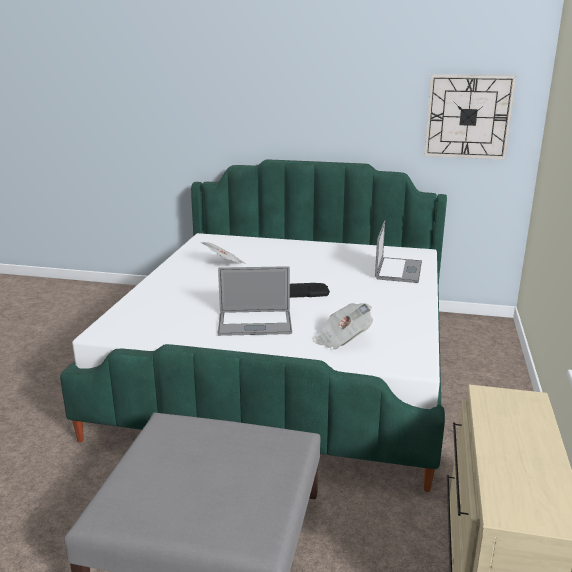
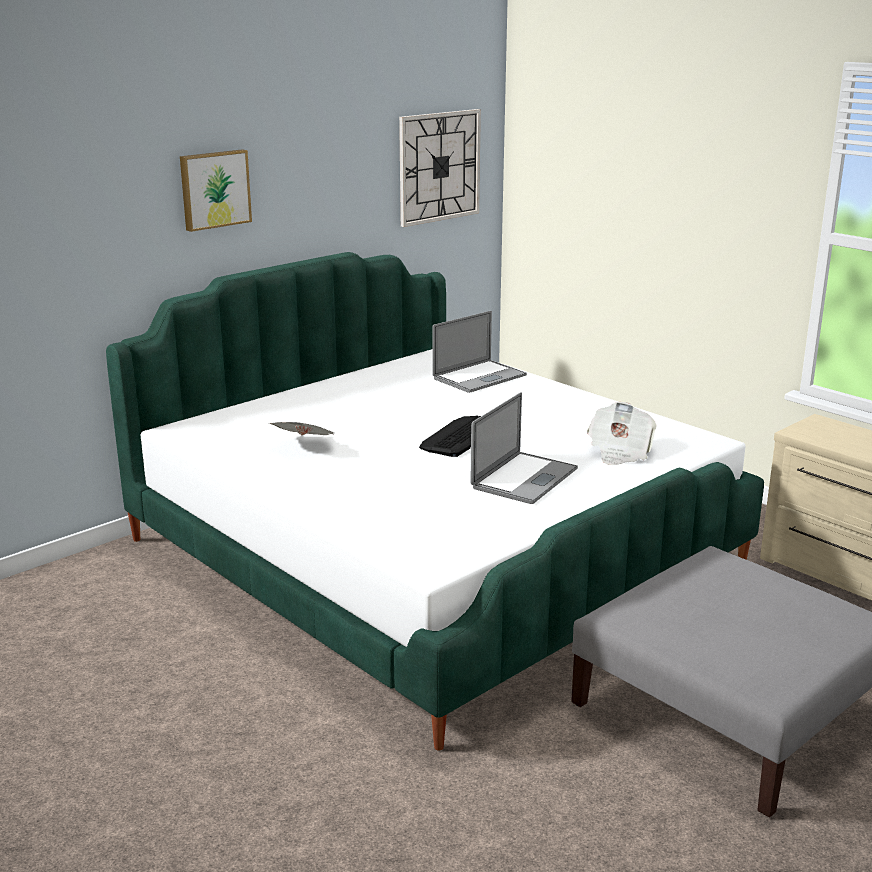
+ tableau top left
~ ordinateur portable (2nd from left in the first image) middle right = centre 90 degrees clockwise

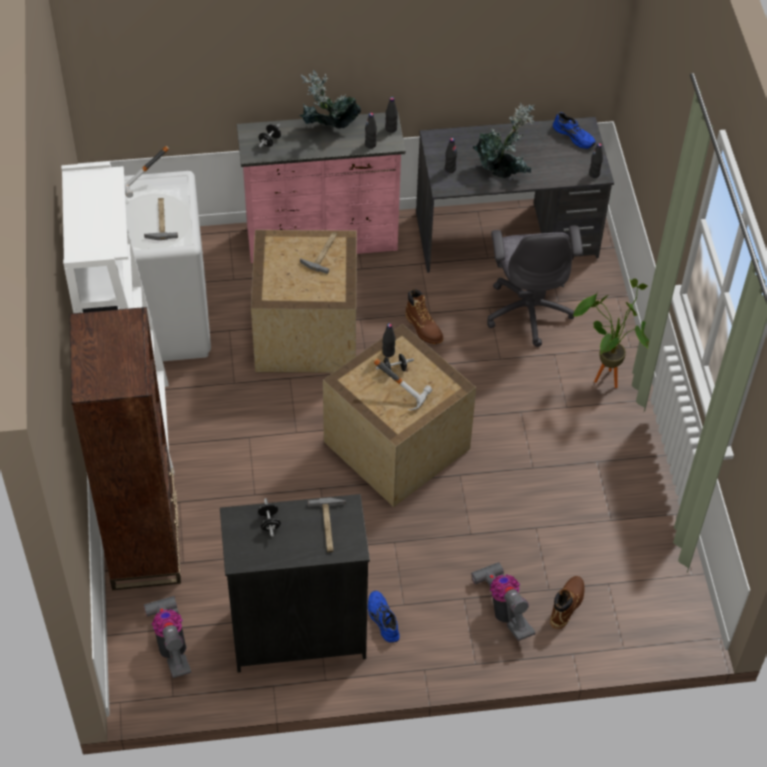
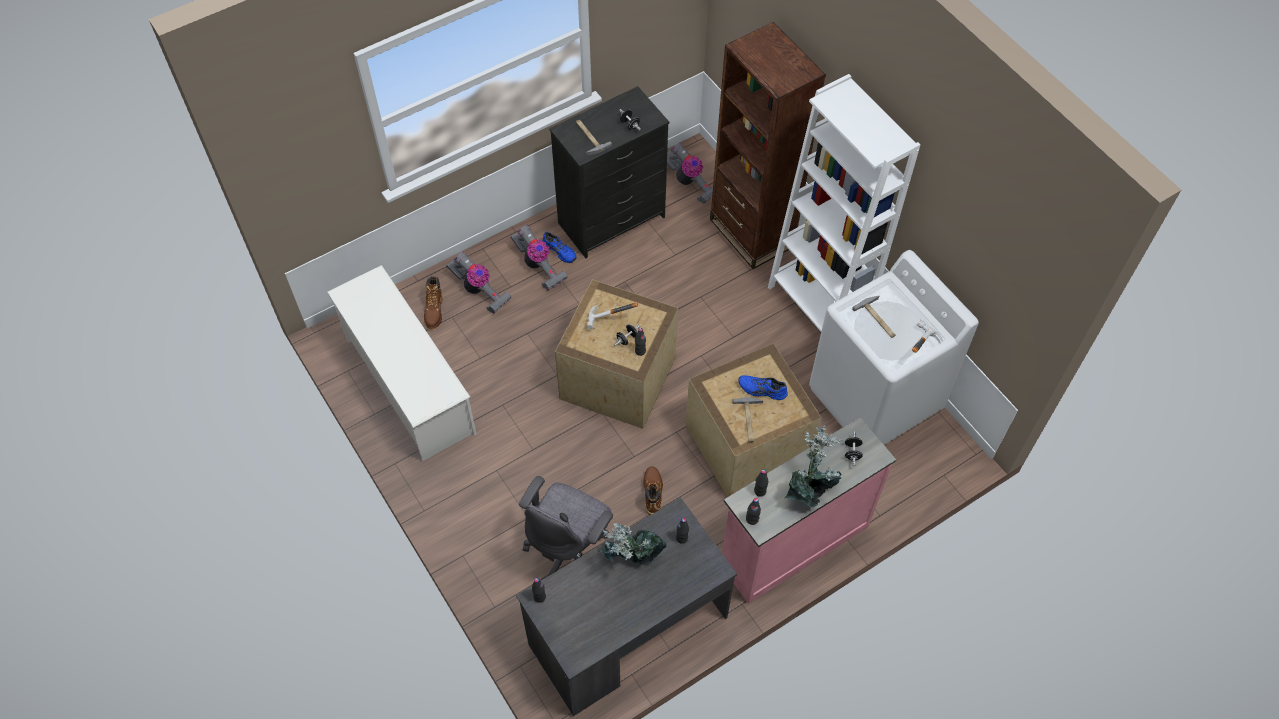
+ étagère à chaussures (blanc) middle left
+ aspirateur (2nd from left) centre
~ chaise de bureau (gris) middle right = bottom centre 120 degrees counterclockwise
~ botte (marron) (1st from left in the first image) centre = bottom centre 60 degrees clockwise
~ chaussure (bleu) (2nd from left) top right to centre
- plante en pot (3rd from left) middle right

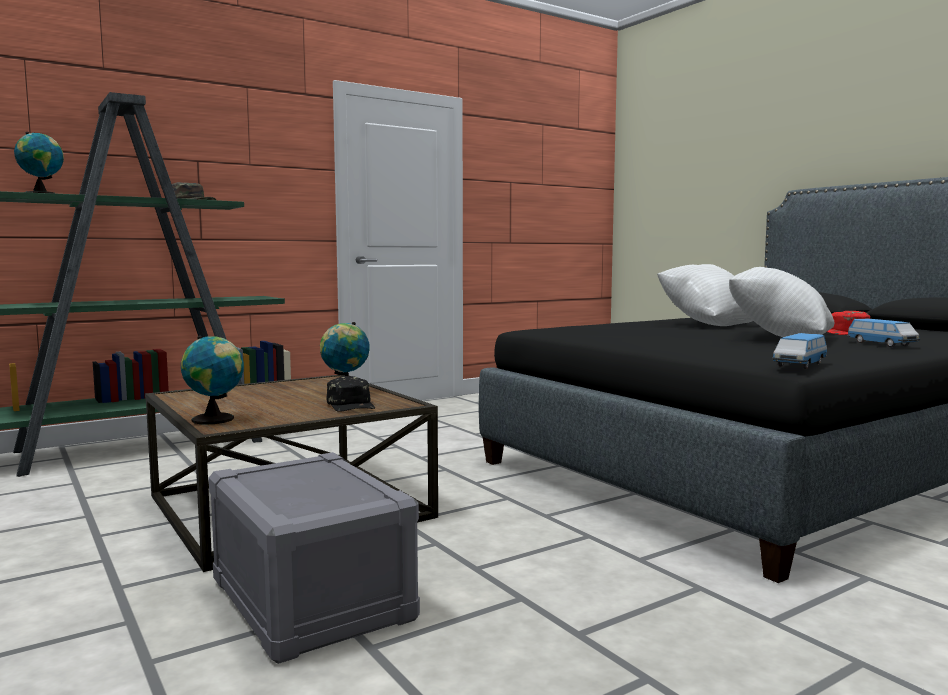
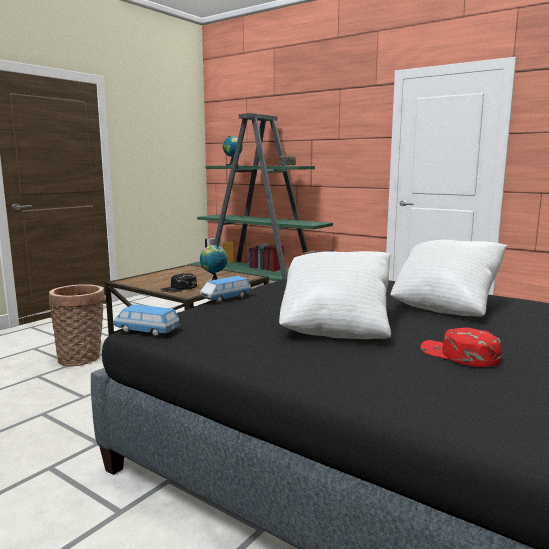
~ boîte de rangement (gris) bottom left to panier middle left
~ petite voiture (2nd from left) middle right to centre
- globe (2nd from left) middle left

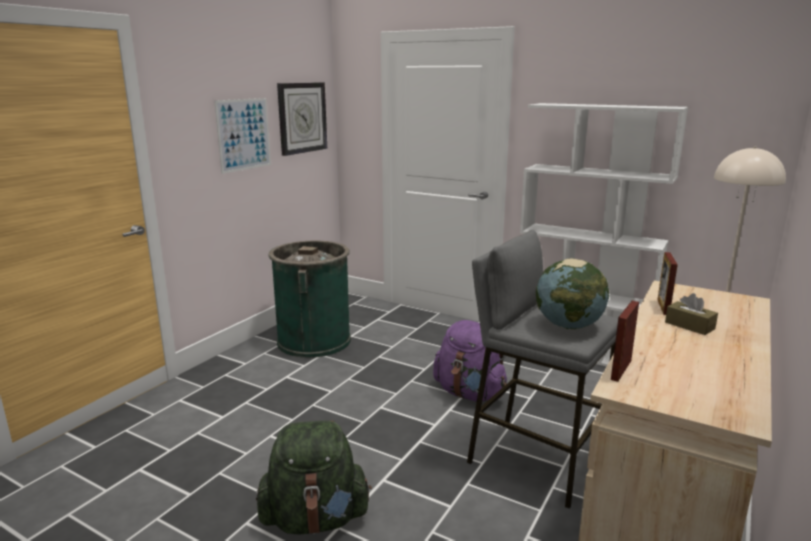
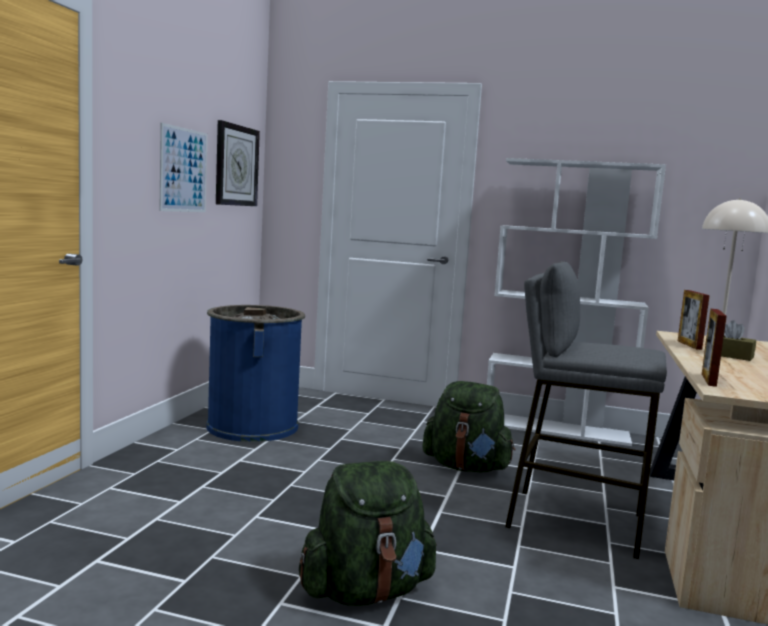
~ poubelle (vert) centre to poubelle (bleu) middle left
~ sac à dos (violet) centre to sac à dos (vert) (2nd from left) bottom centre
- globe middle right

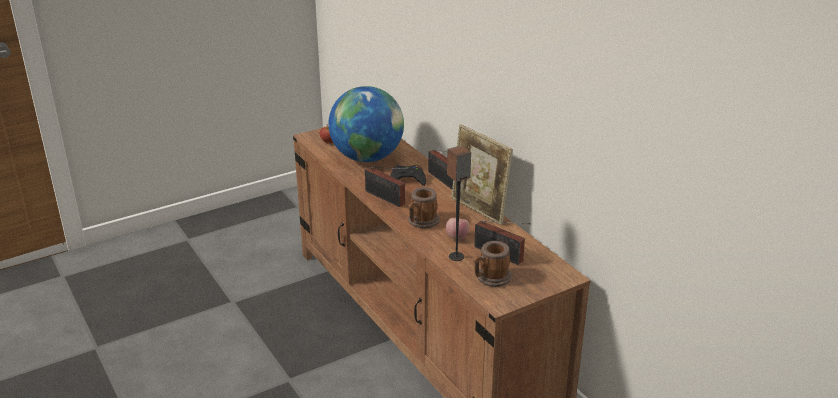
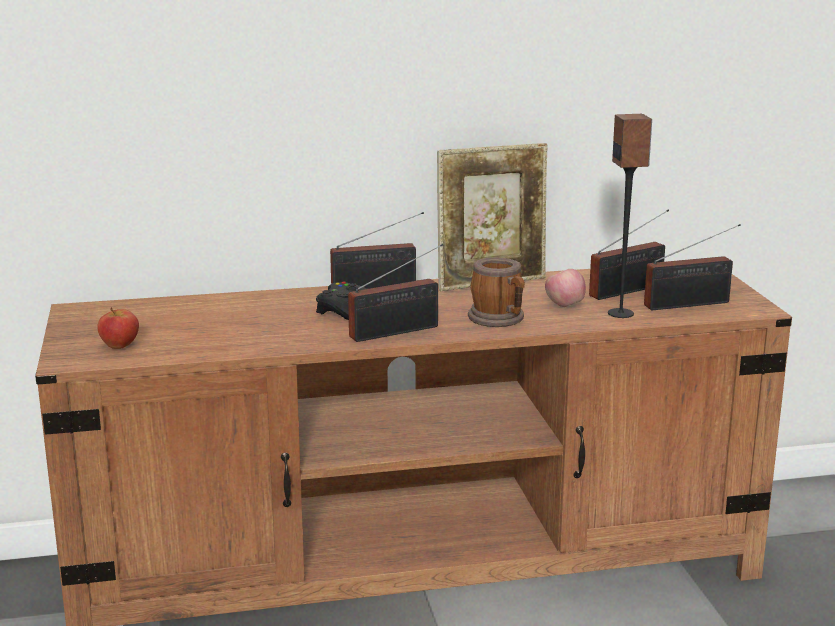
~ mug (2nd from left) centre to radio (4th from left) middle right
- globe top centre

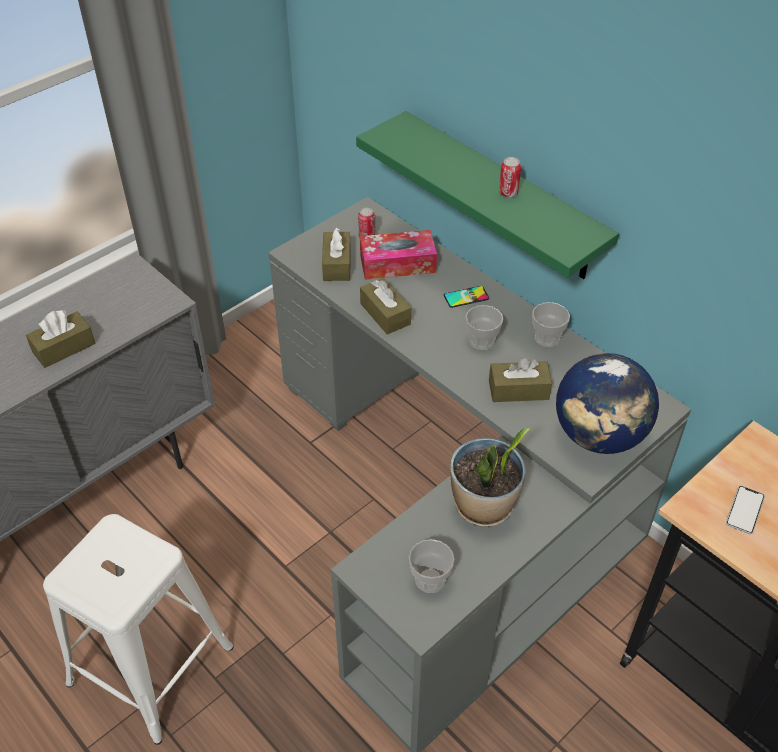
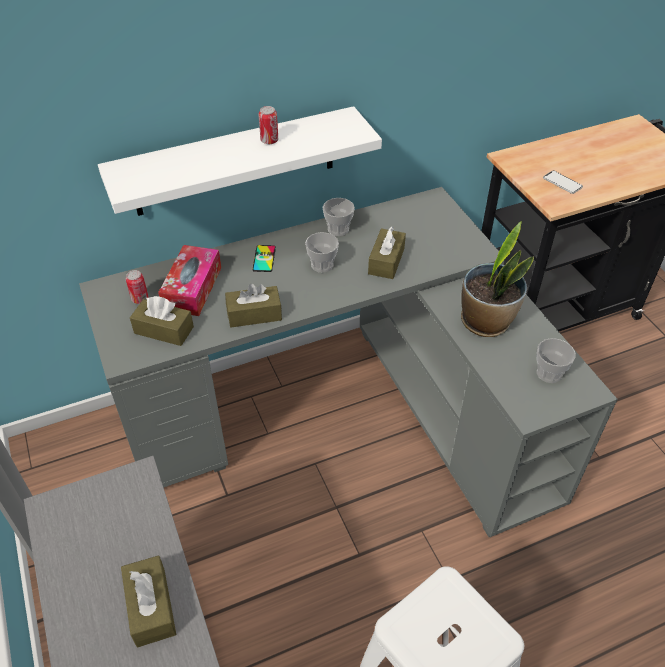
~ étagère (vert) top centre to étagère (blanc) top centre
- globe middle right

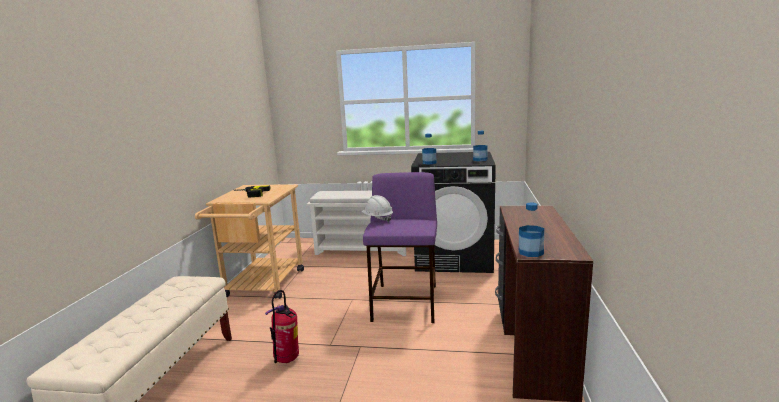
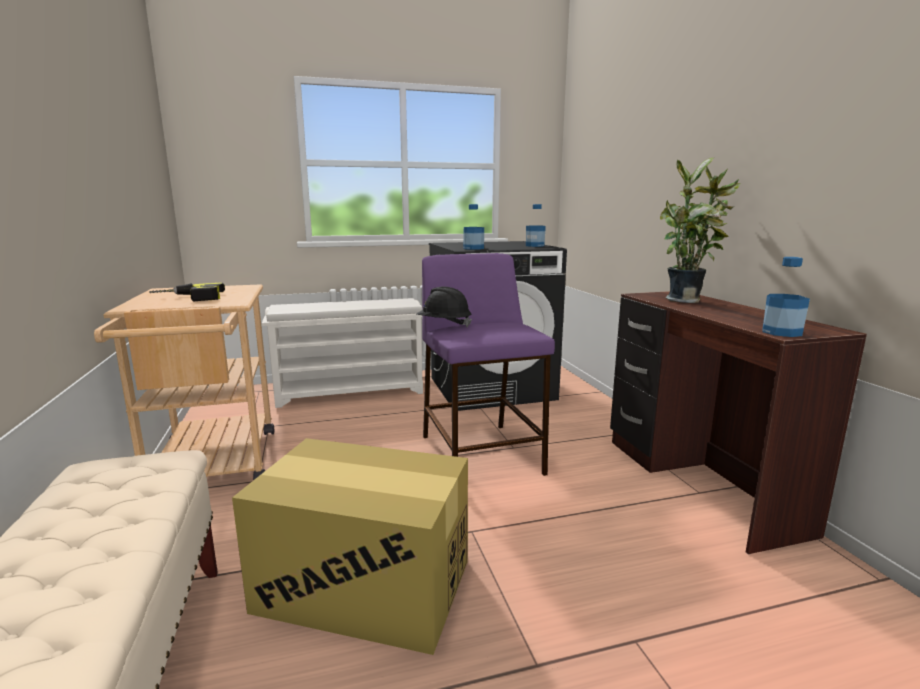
~ extincteur bottom centre to carton bottom centre
~ casque de chantier (blanc) centre to casque de chantier (noir) centre
+ plante en pot middle right

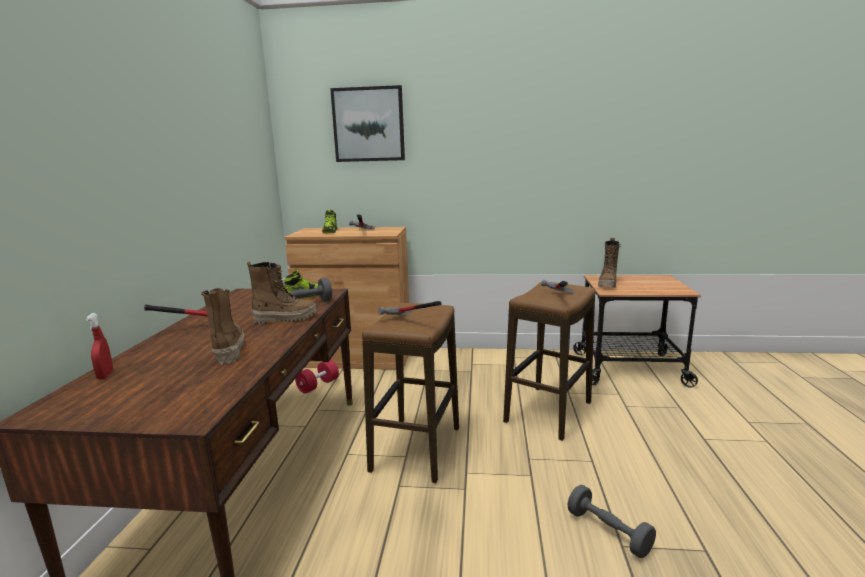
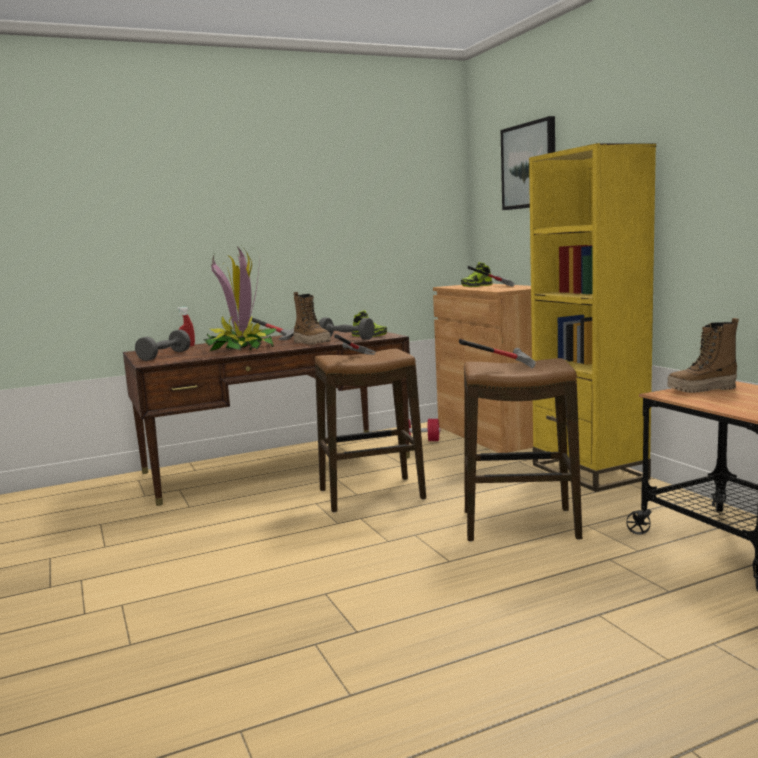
~ haltère (gris) (2nd from left in the first image) bottom right to haltère (gris) (1st from left) middle left
~ botte (1st from left) middle left to plante en pot middle left
+ bibliothèque (jaune) middle right

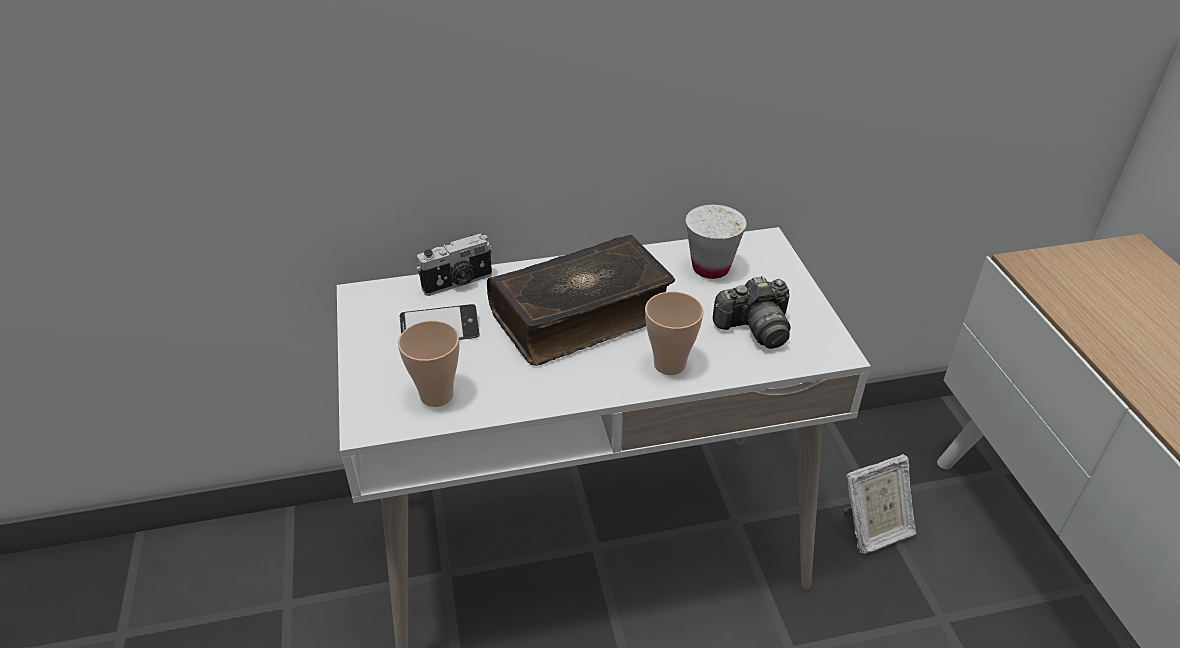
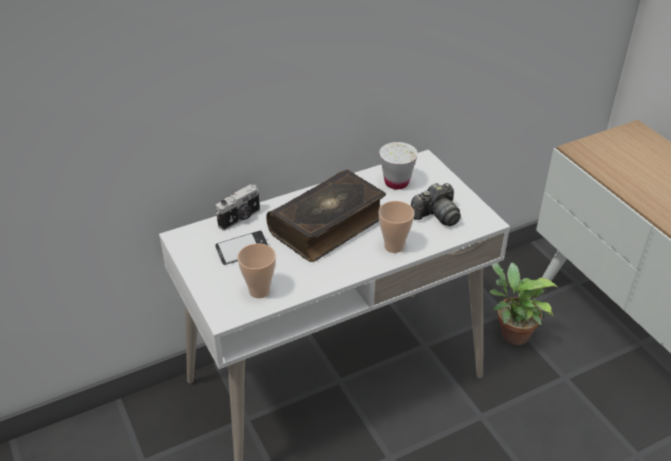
~ cadre photo bottom right to plante en pot middle right

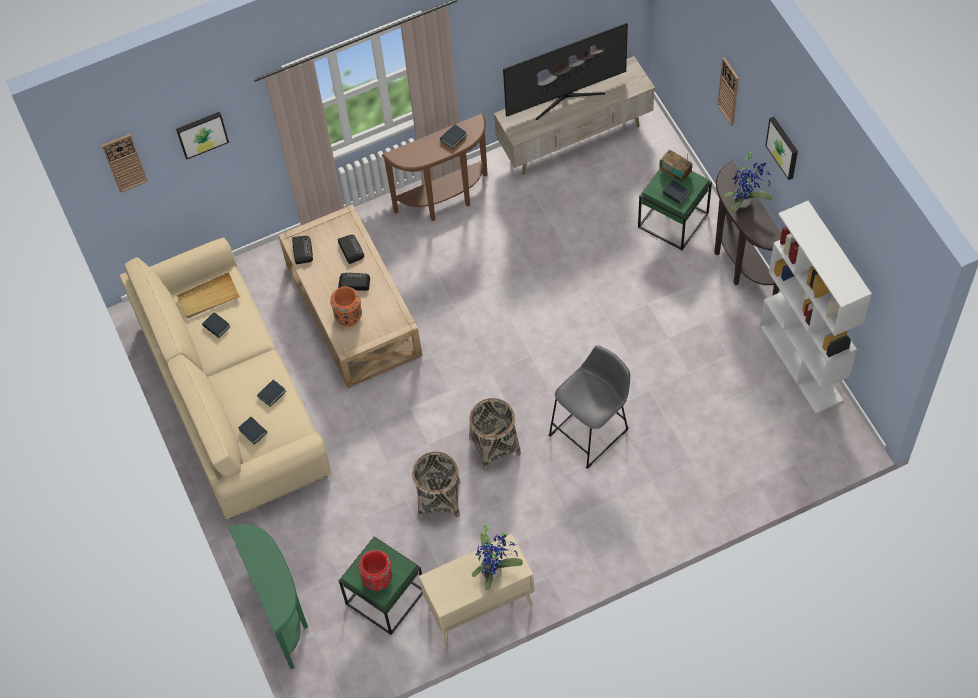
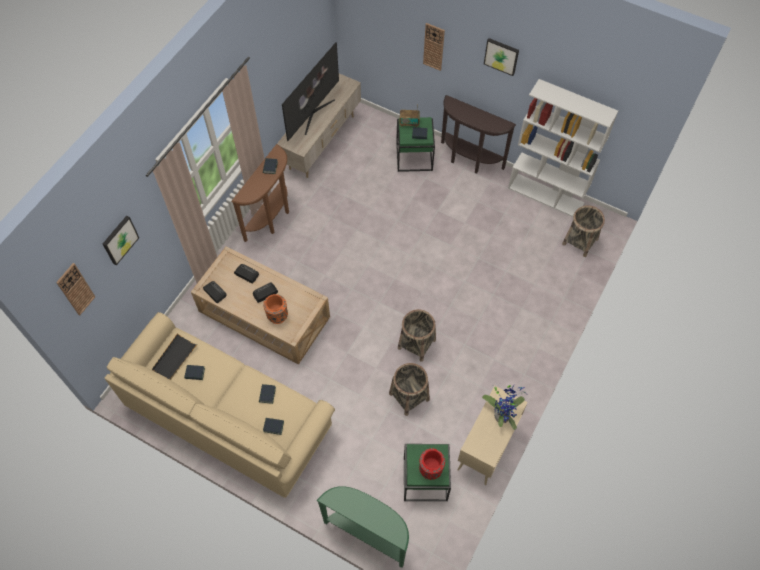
~ plateau (beige) middle left to plateau (noir) middle left
+ panier (3rd from left) middle right
- tabouret (gris) centre
- plante en pot (2nd from left) top right

